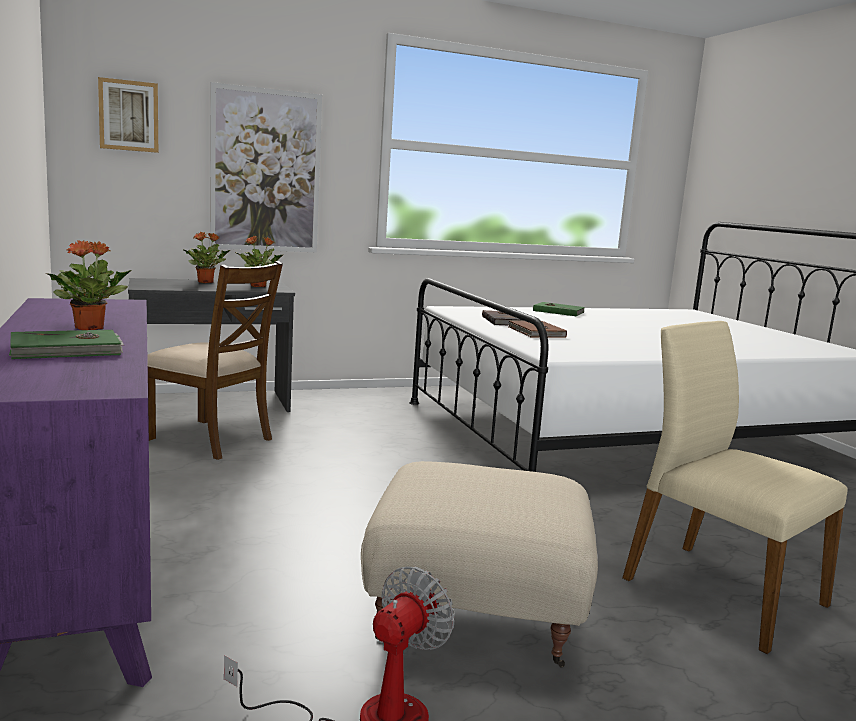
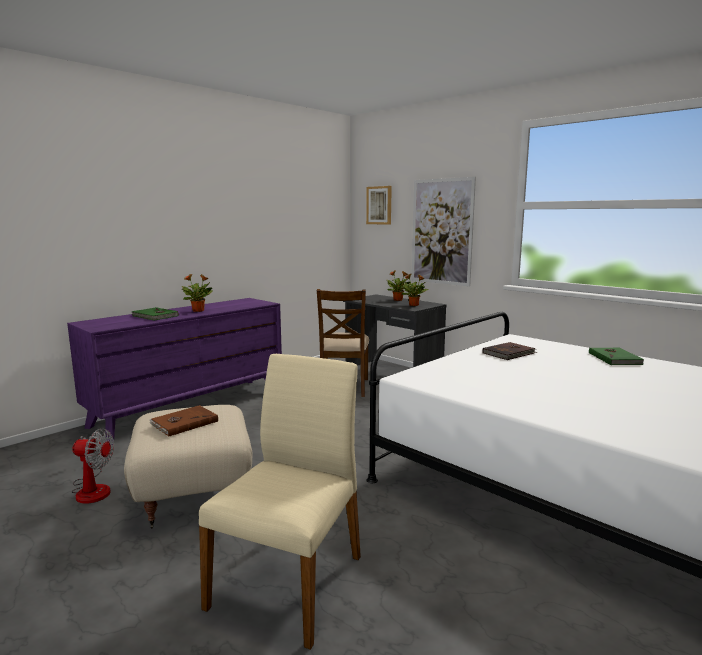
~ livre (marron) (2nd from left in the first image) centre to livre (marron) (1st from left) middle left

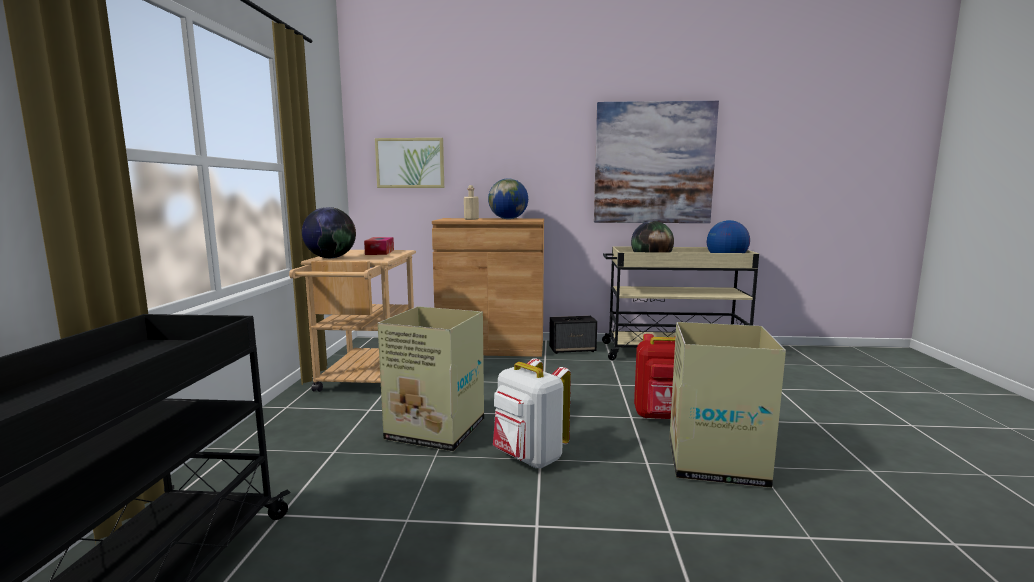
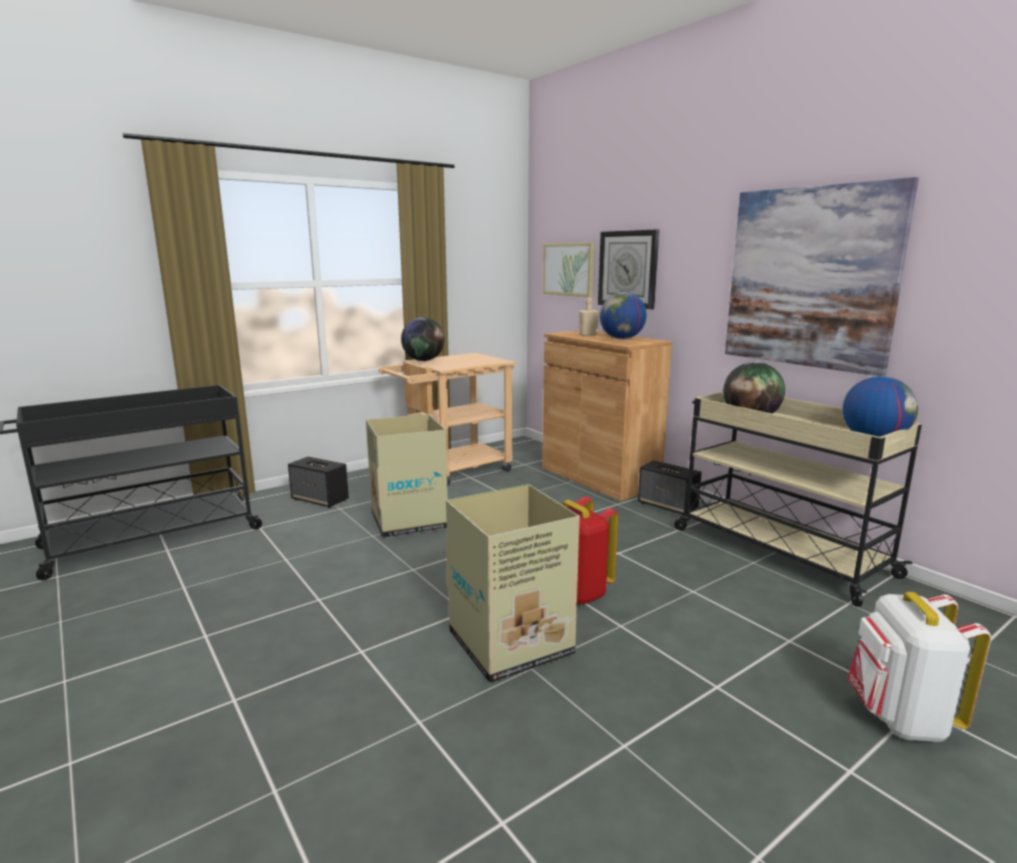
+ enceinte (1st from left) middle left
+ horloge murale top centre
~ sac à dos (blanc) bottom centre to bottom right
- boîte à mouchoirs centre

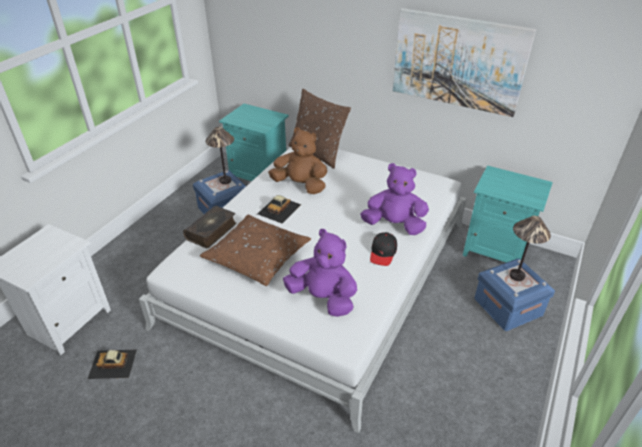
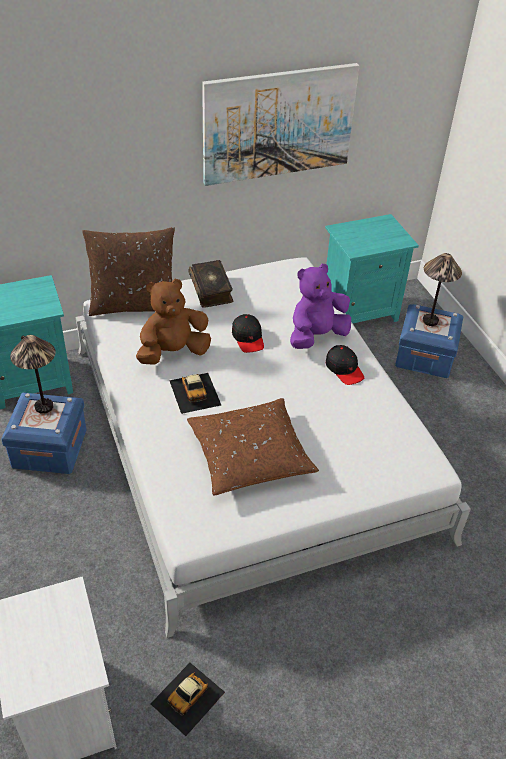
~ livre middle left to centre
+ casquette (noir) (1st from left) centre
- peluche (violet) (1st from left) centre

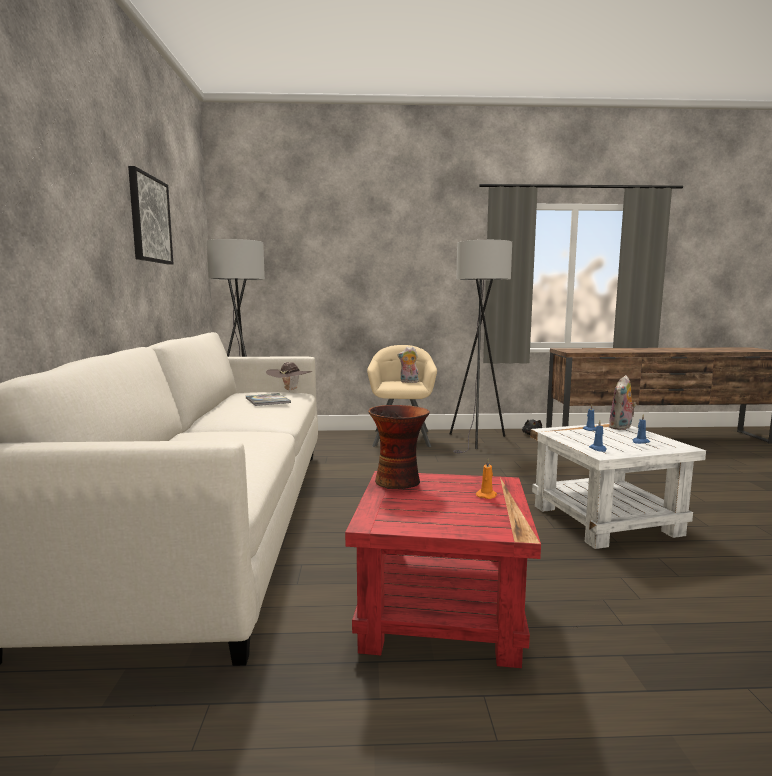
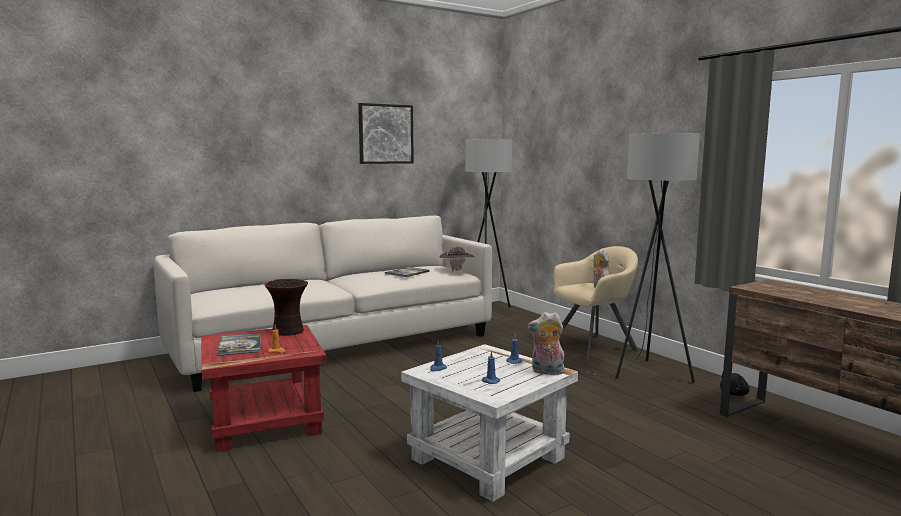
+ livre (1st from left) bottom left

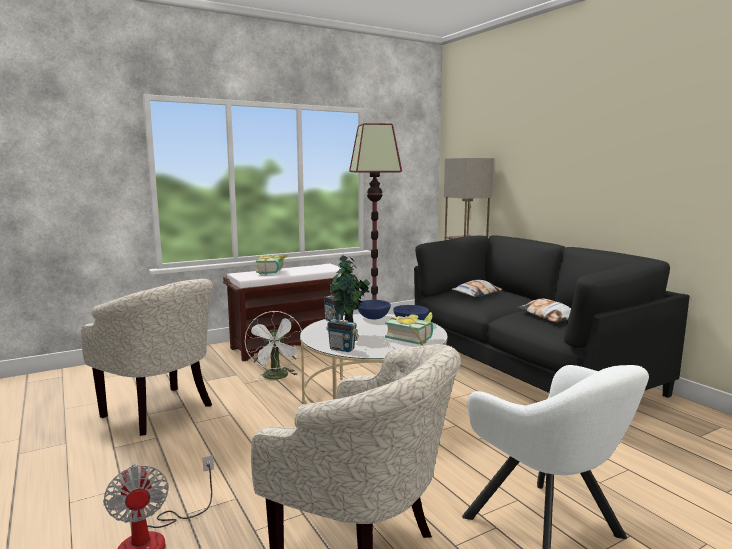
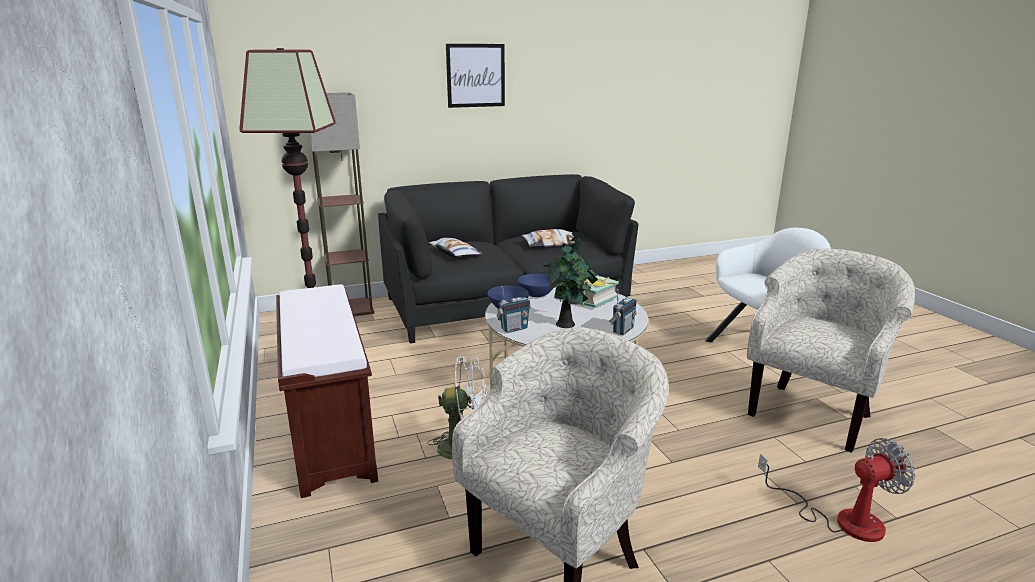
+ tableau top centre
- livre (1st from left) centre

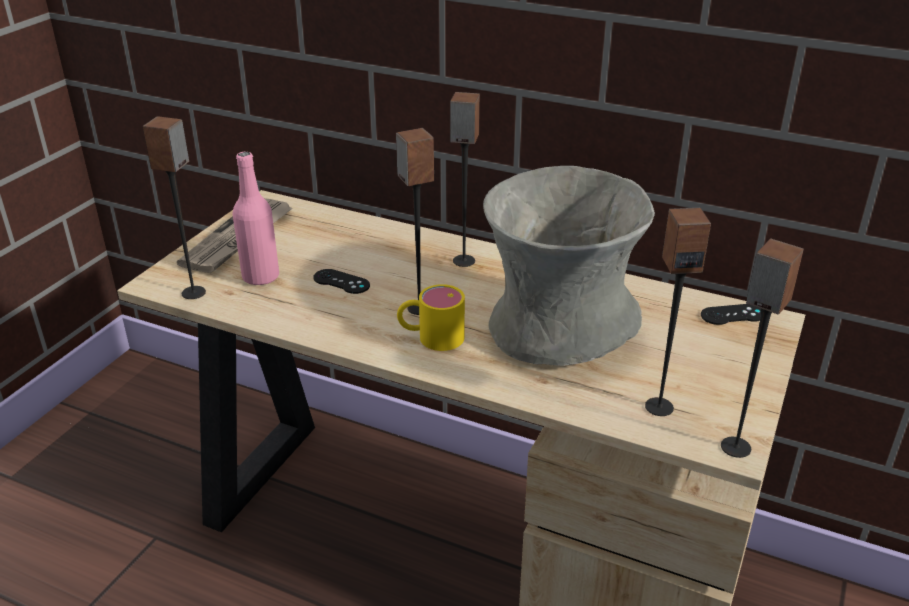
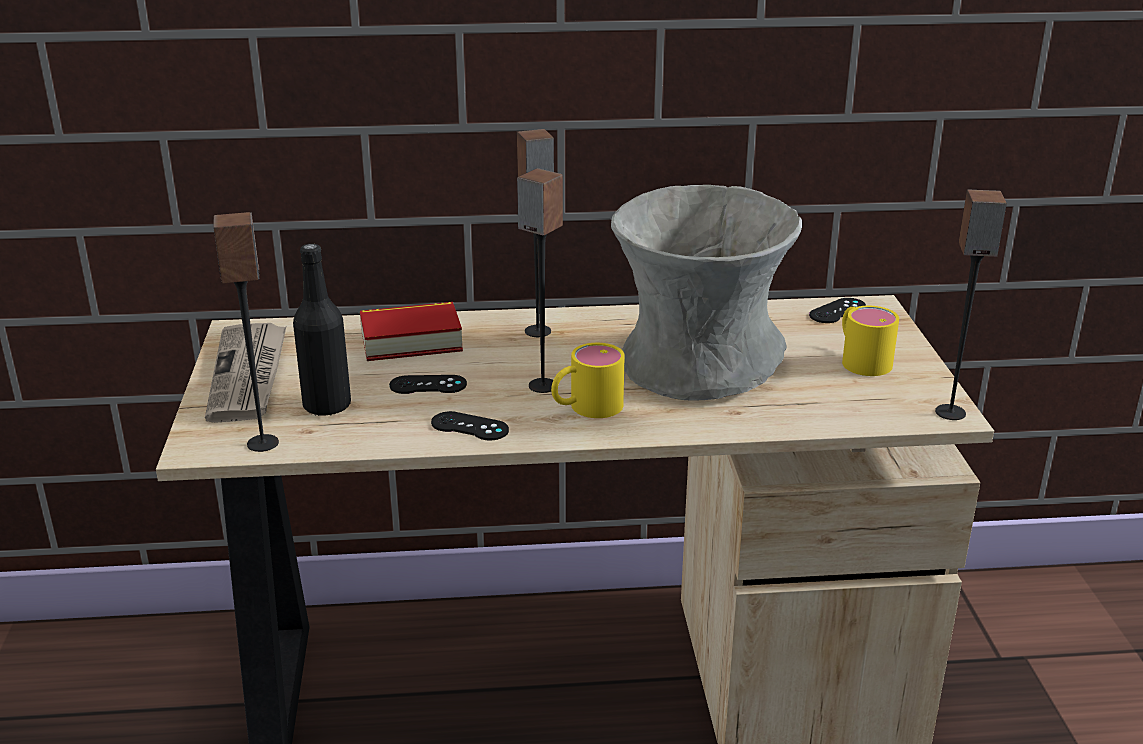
~ bouteille (rose) middle left to bouteille (noir) middle left
+ livre centre
+ manette (noir) (2nd from left) centre
+ mug (jaune) (2nd from left) middle right
- enceinte (4th from left) middle right

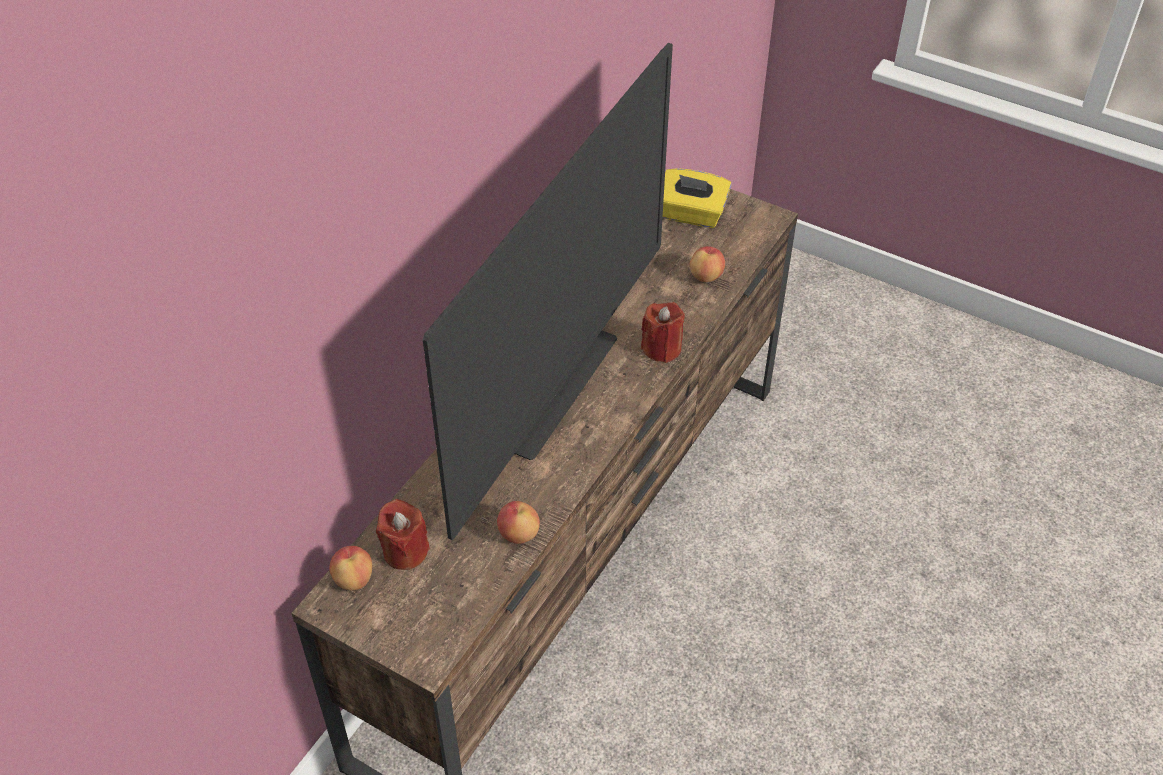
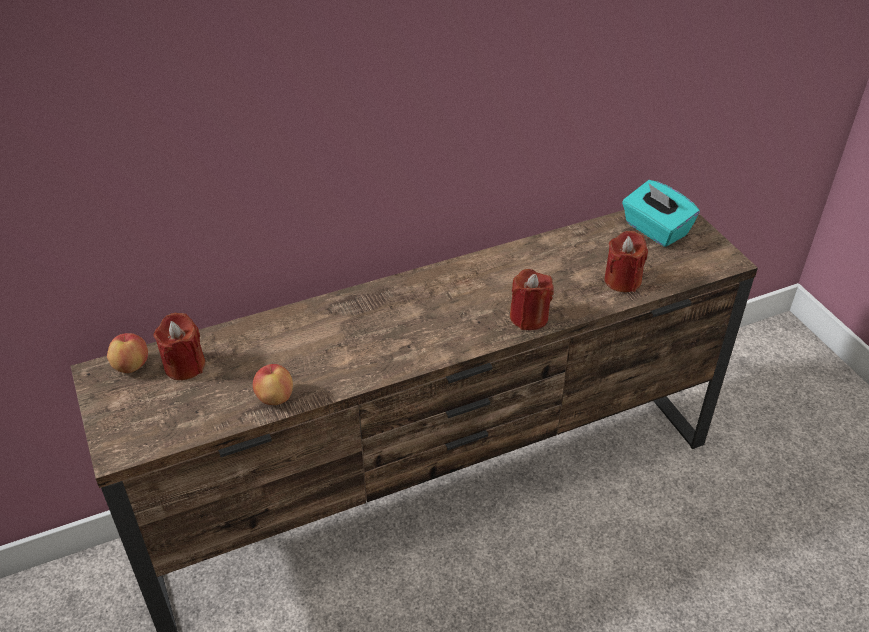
~ pomme (3rd from left) centre to bougie (rouge) (3rd from left) middle right
~ boîte à mouchoirs (jaune) top centre to boîte à mouchoirs (turquoise) middle right
- téléviseur centre

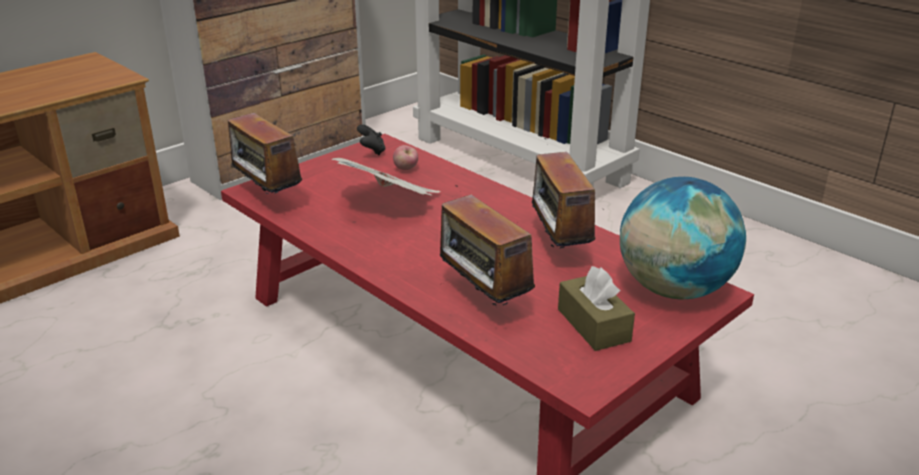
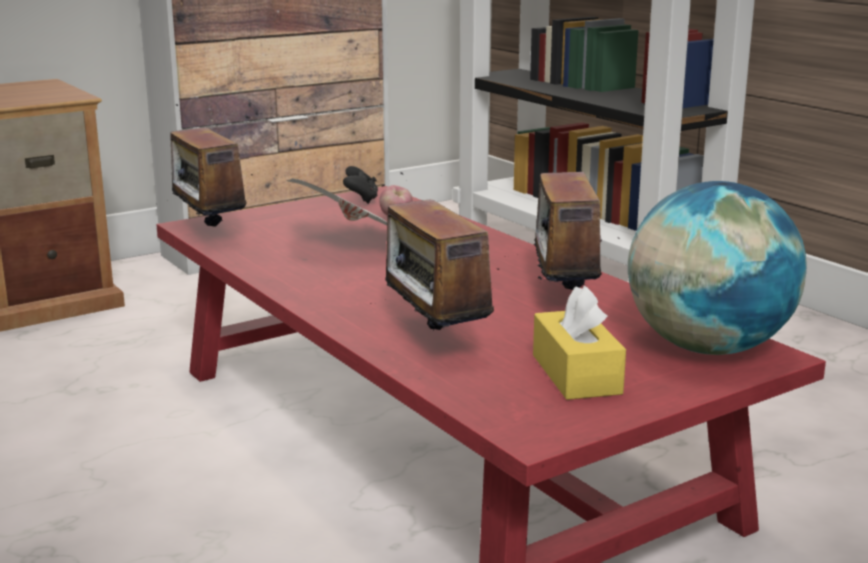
~ boîte à mouchoirs (marron) centre to boîte à mouchoirs (jaune) middle right

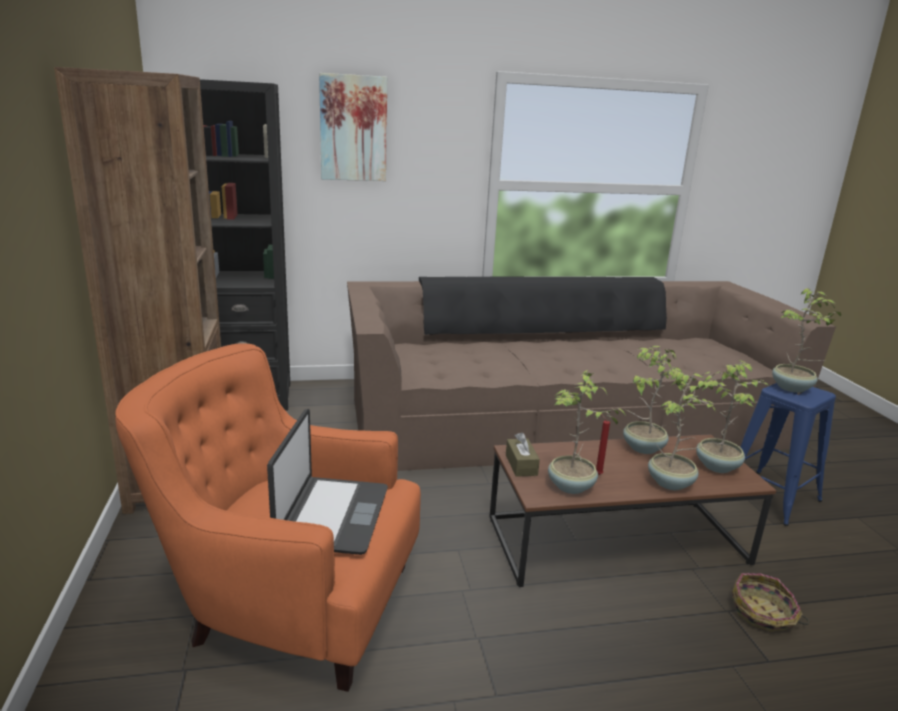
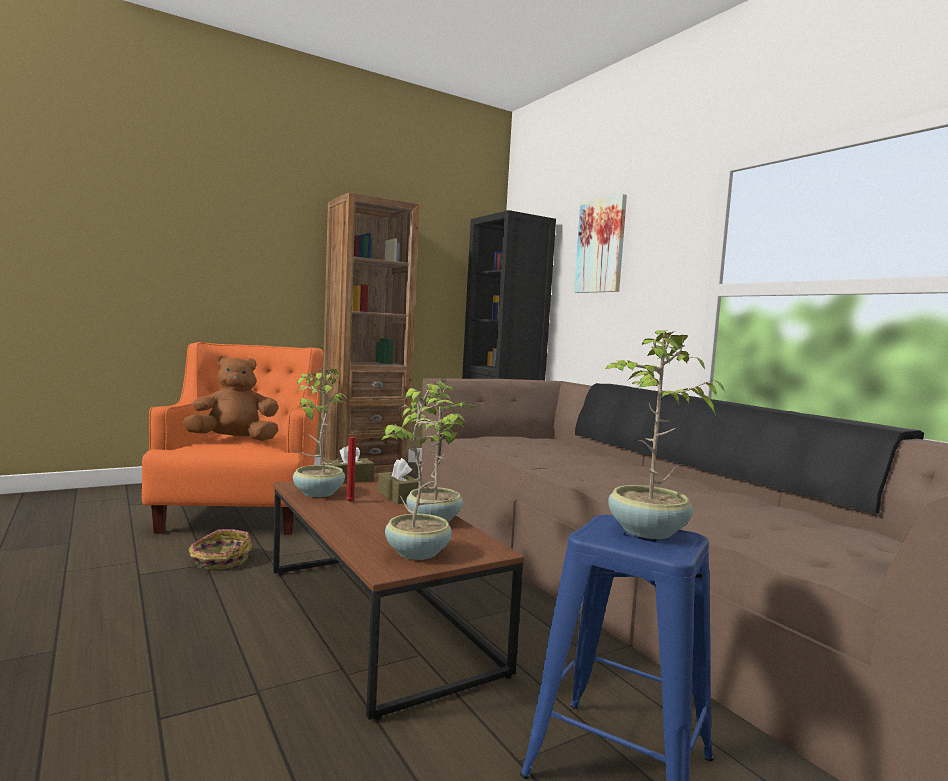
~ ordinateur portable bottom centre to peluche (marron) middle left
~ panier bottom right to bottom left
+ boîte à mouchoirs (marron) (2nd from left) centre
- plante en pot (3rd from left) middle right

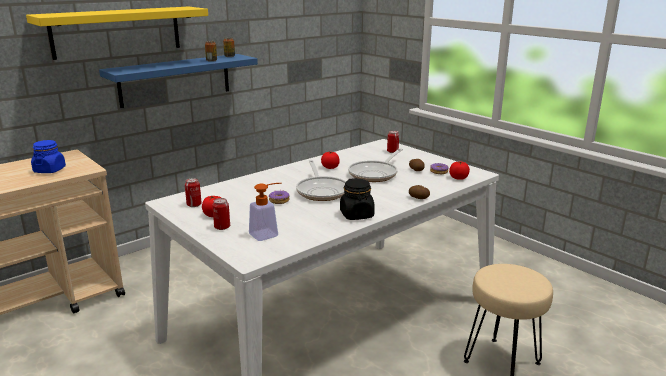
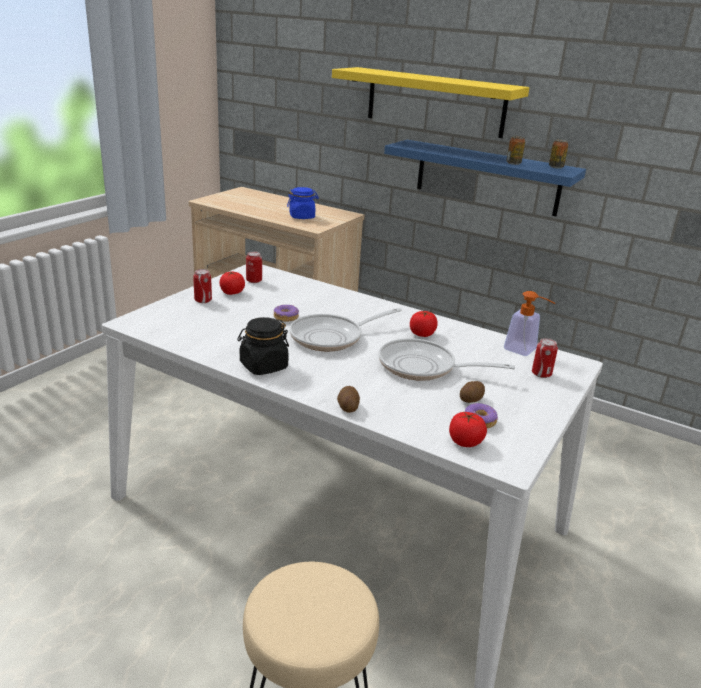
~ distributeur de savon centre to middle right

